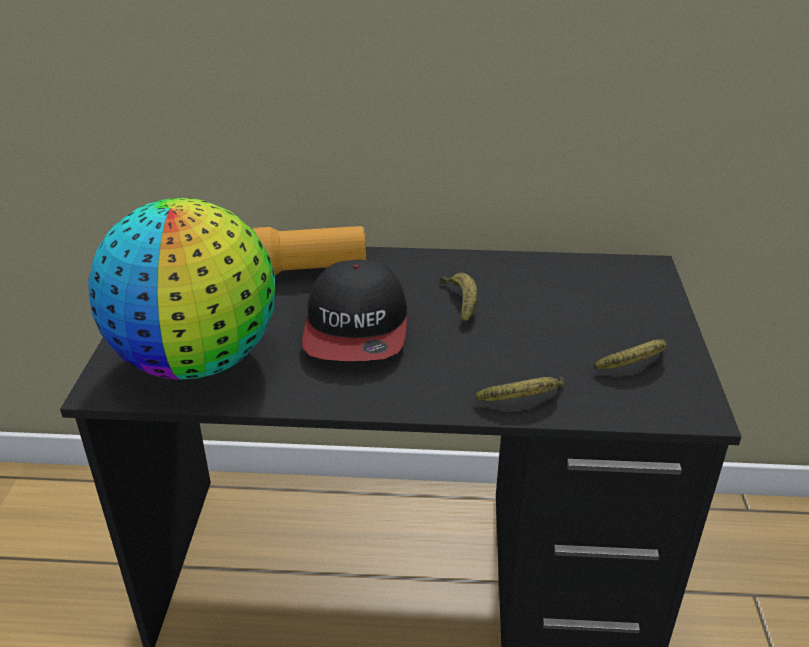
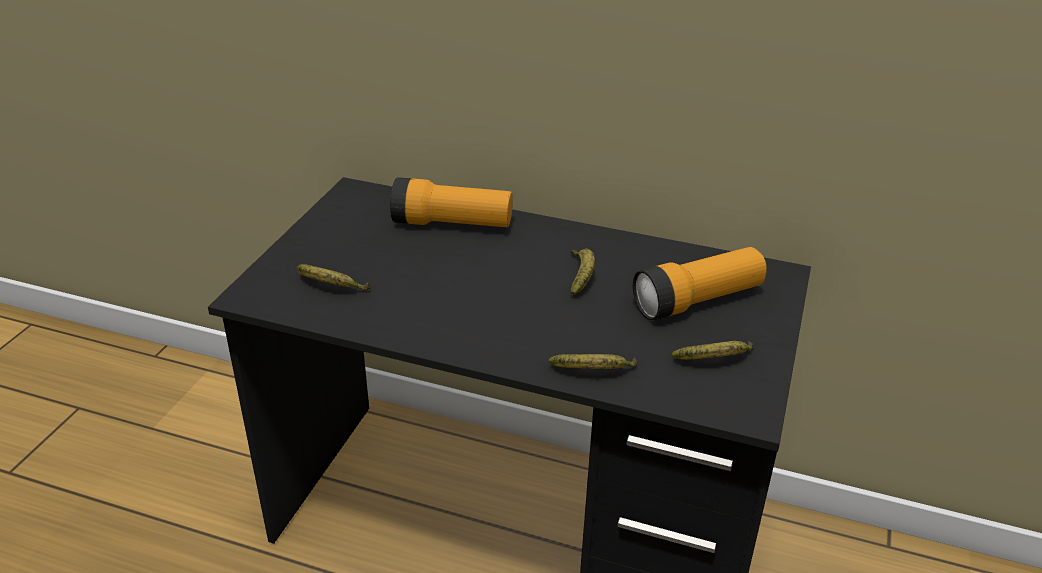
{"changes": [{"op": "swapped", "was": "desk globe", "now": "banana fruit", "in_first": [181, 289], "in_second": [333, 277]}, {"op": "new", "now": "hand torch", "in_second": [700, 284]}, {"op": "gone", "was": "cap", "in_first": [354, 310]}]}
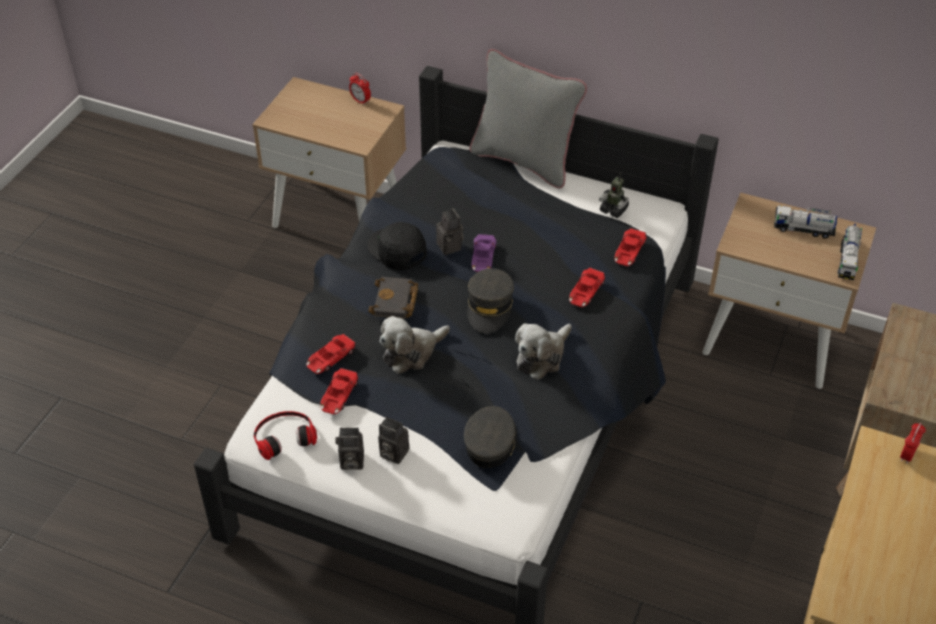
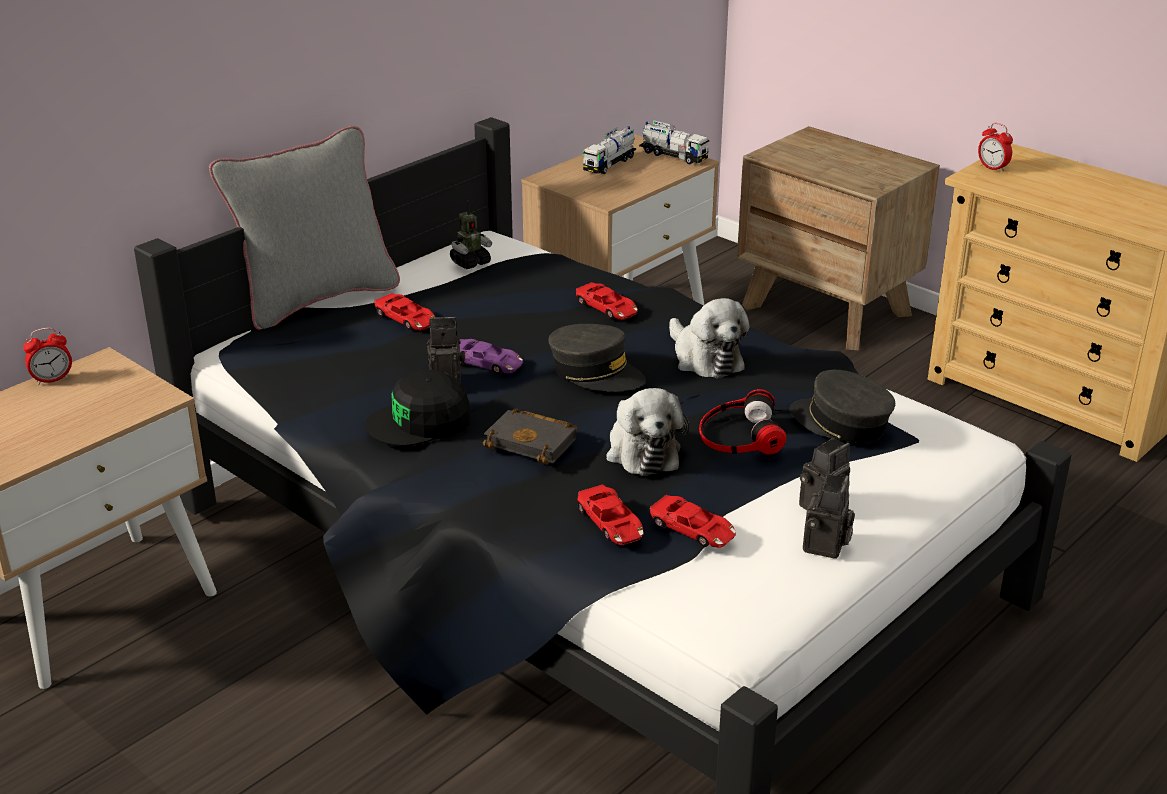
{"changes": [{"op": "shifted", "was": "red toy car", "in_first": [631, 247], "in_second": [405, 312]}, {"op": "shifted", "was": "headset", "in_first": [285, 435], "in_second": [742, 421]}]}
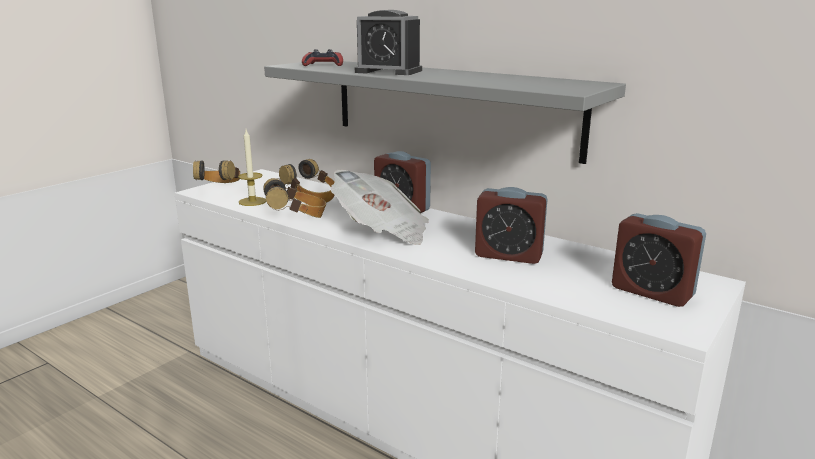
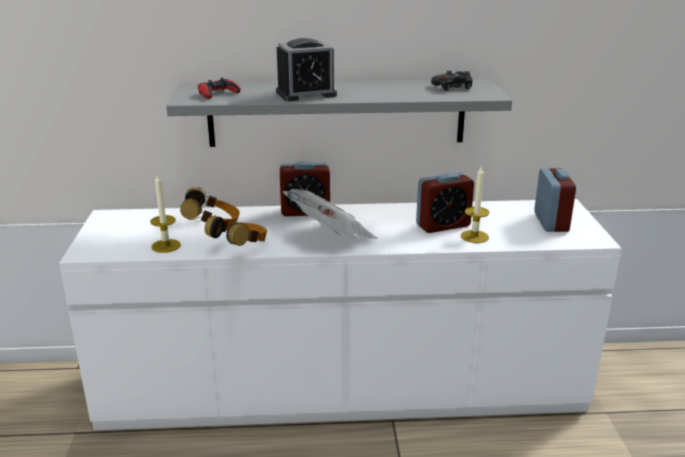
{"changes": [{"op": "new", "now": "blackish gamepad", "in_second": [451, 81]}, {"op": "new", "now": "wax candle", "in_second": [475, 205]}, {"op": "rotated", "was": "table clock", "in_first": [659, 260], "in_second": [555, 200], "clockwise": -90}, {"op": "gone", "was": "headset", "in_first": [217, 171]}]}
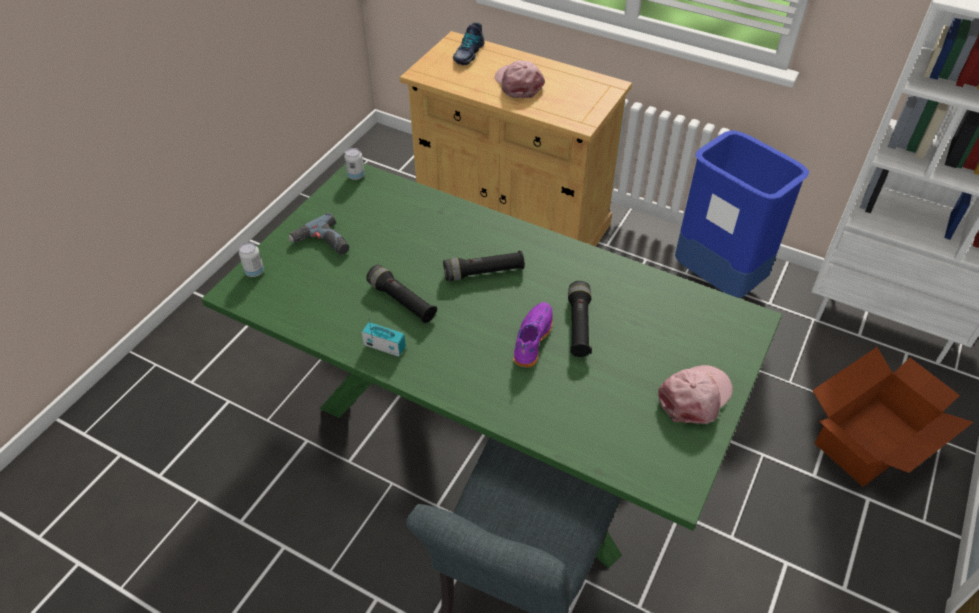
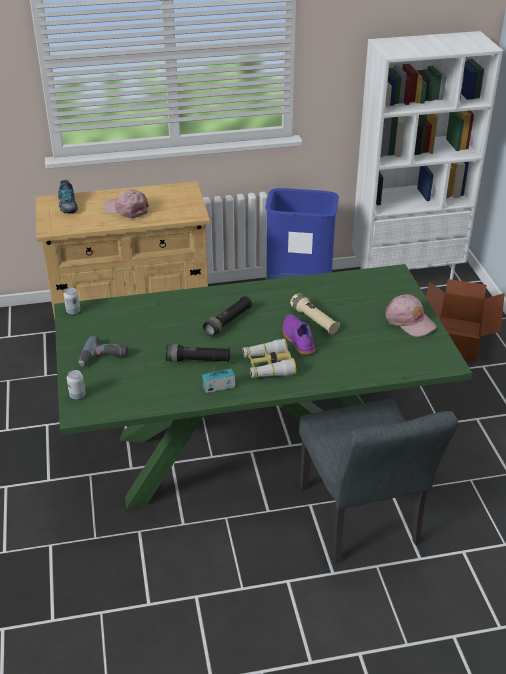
{"changes": [{"op": "new", "now": "field glasses", "in_second": [269, 358]}, {"op": "repainted", "was": "blackish hand torch", "now": "sand-coloured hand torch", "in_first": [580, 319], "in_second": [315, 313]}, {"op": "rotated", "was": "pink cap", "in_first": [695, 394], "in_second": [411, 315], "clockwise": 135}]}
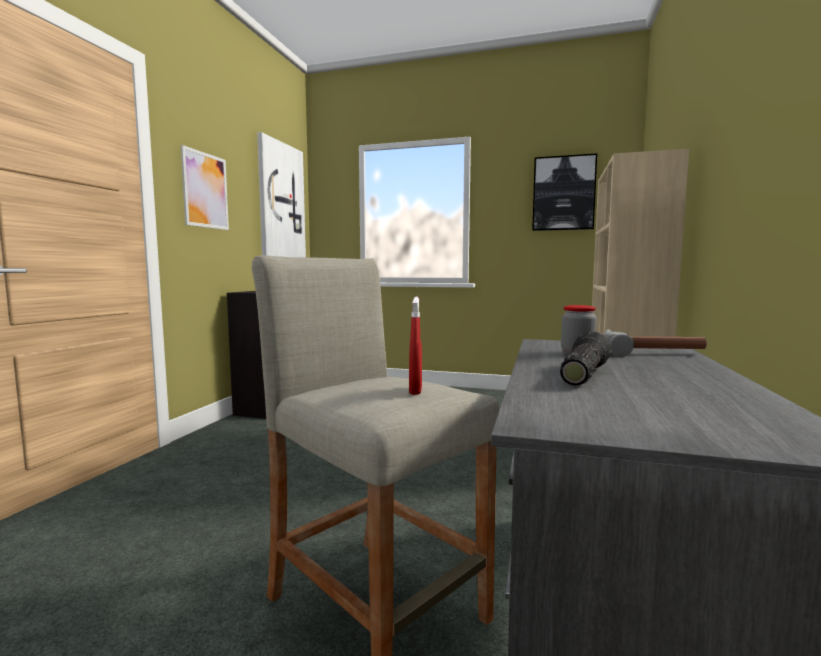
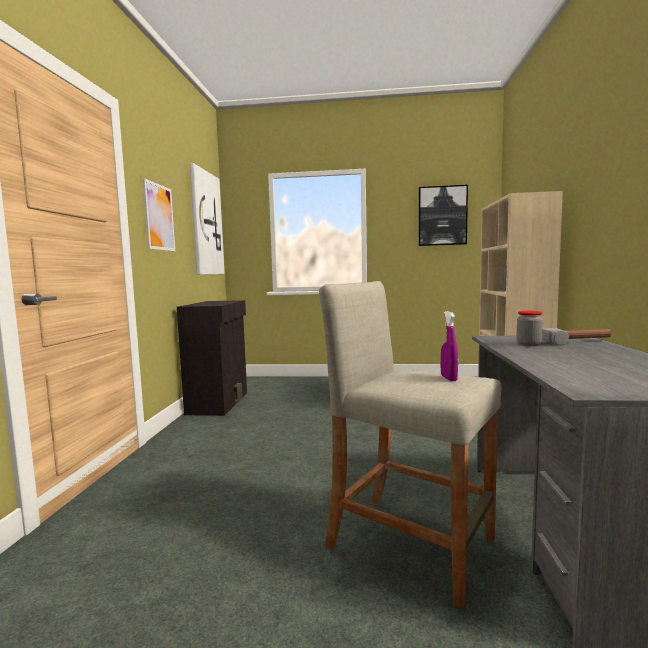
{"changes": [{"op": "repainted", "was": "red spray bottle", "now": "purple spray bottle", "in_first": [415, 346], "in_second": [449, 346]}, {"op": "gone", "was": "hand torch", "in_first": [585, 359]}]}
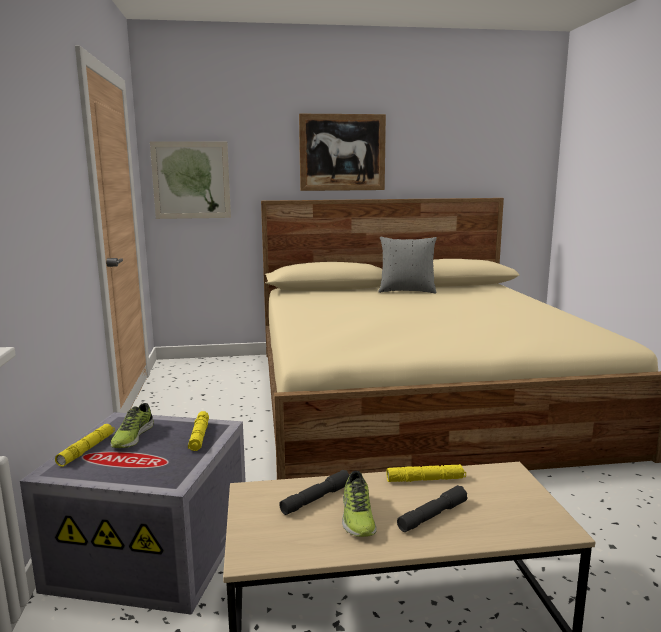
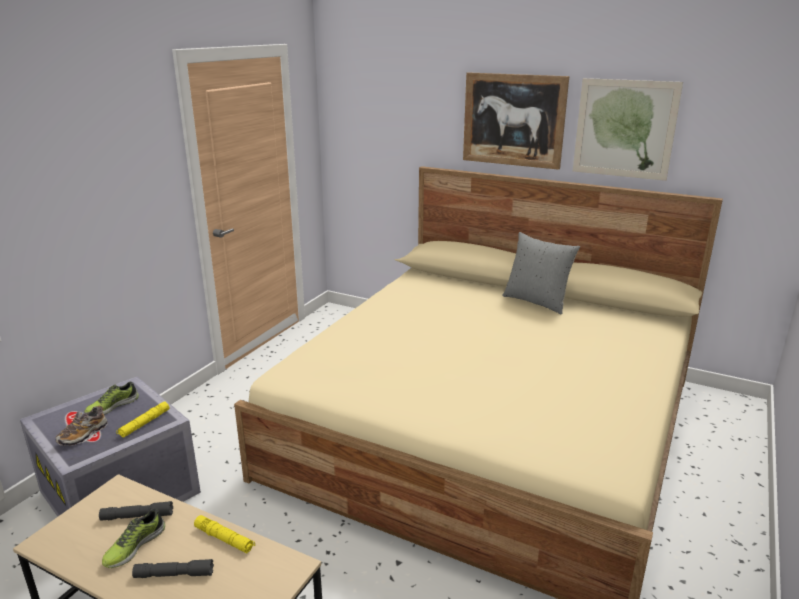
{"changes": [{"op": "new", "now": "item of footwear", "in_second": [81, 426]}, {"op": "shifted", "was": "picture", "in_first": [190, 180], "in_second": [628, 129]}, {"op": "gone", "was": "yellow-coloured hand torch", "in_first": [85, 445]}]}
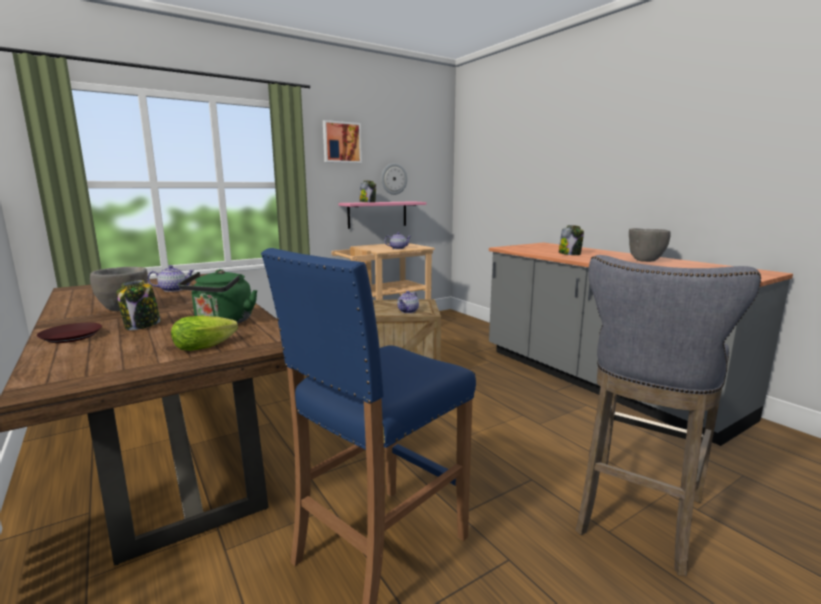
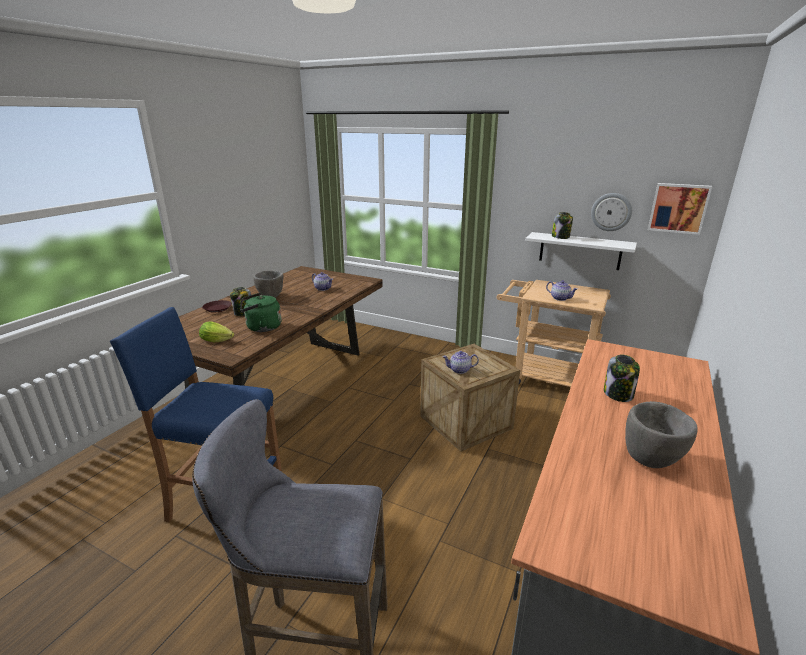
{"changes": [{"op": "repainted", "was": "pink wall shelf", "now": "whitish wall shelf", "in_first": [382, 215], "in_second": [581, 251]}, {"op": "shifted", "was": "picture", "in_first": [342, 141], "in_second": [680, 209]}]}
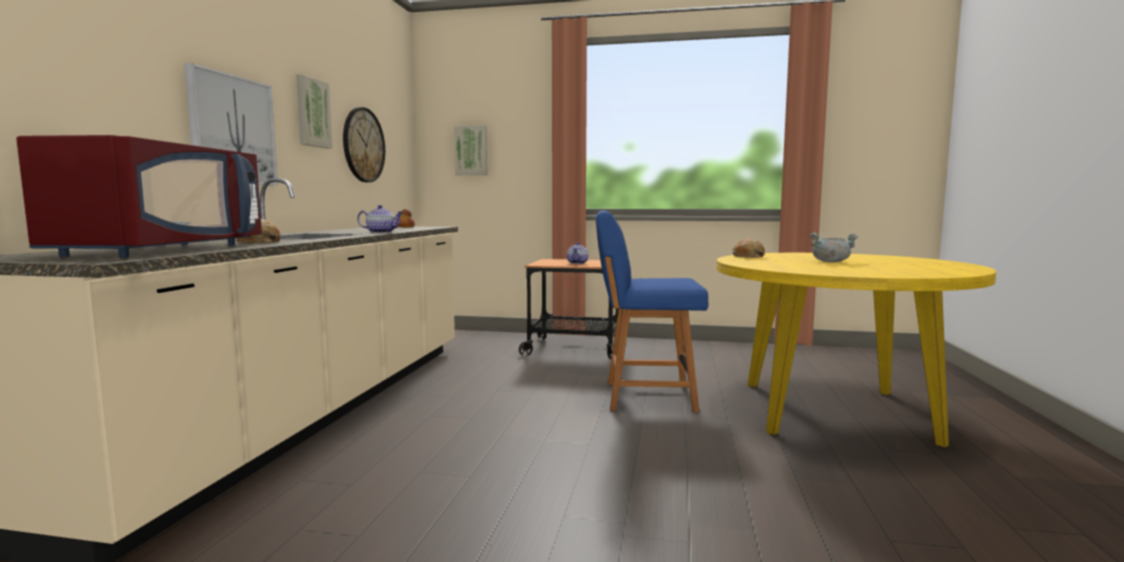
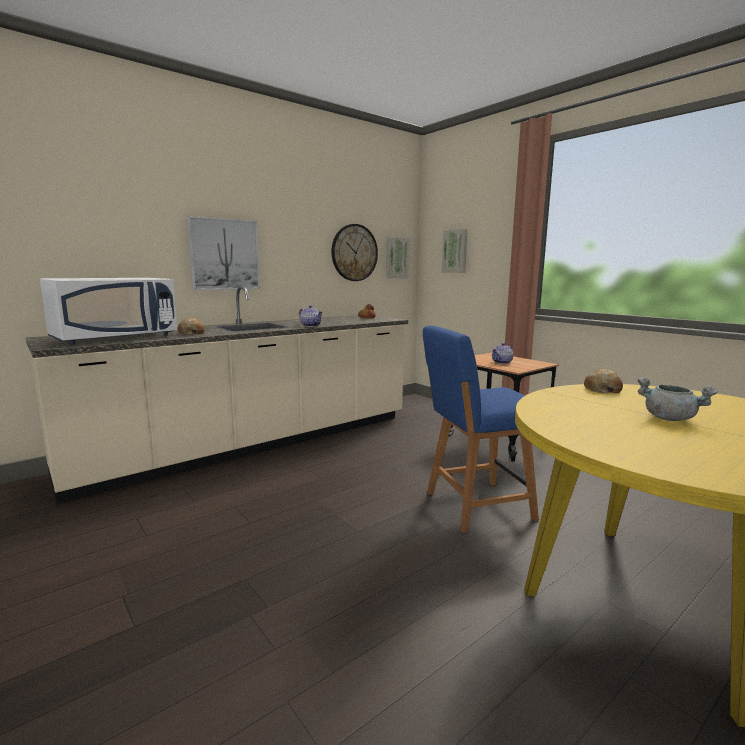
{"changes": [{"op": "repainted", "was": "red microwave oven", "now": "whitish microwave oven", "in_first": [139, 196], "in_second": [108, 311]}, {"op": "shifted", "was": "picture", "in_first": [314, 111], "in_second": [397, 258]}, {"op": "rotated", "was": "blue-coloured chair", "in_first": [652, 311], "in_second": [481, 429], "clockwise": -60}]}
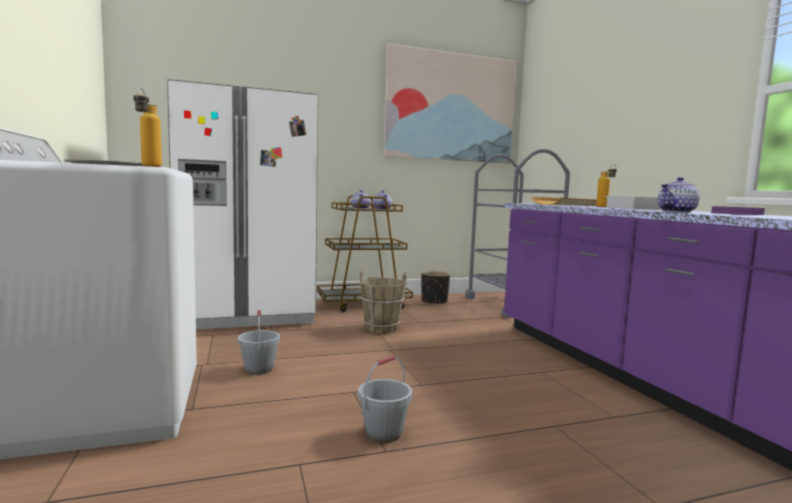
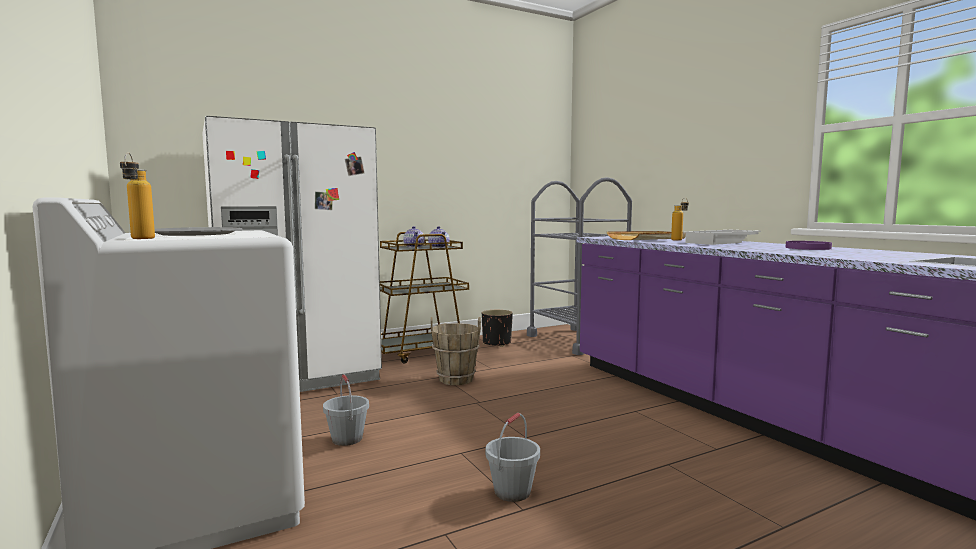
{"changes": [{"op": "shifted", "was": "drink bottle", "in_first": [147, 127], "in_second": [137, 196]}, {"op": "gone", "was": "picture", "in_first": [450, 103]}, {"op": "gone", "was": "pot for tea", "in_first": [679, 195]}]}
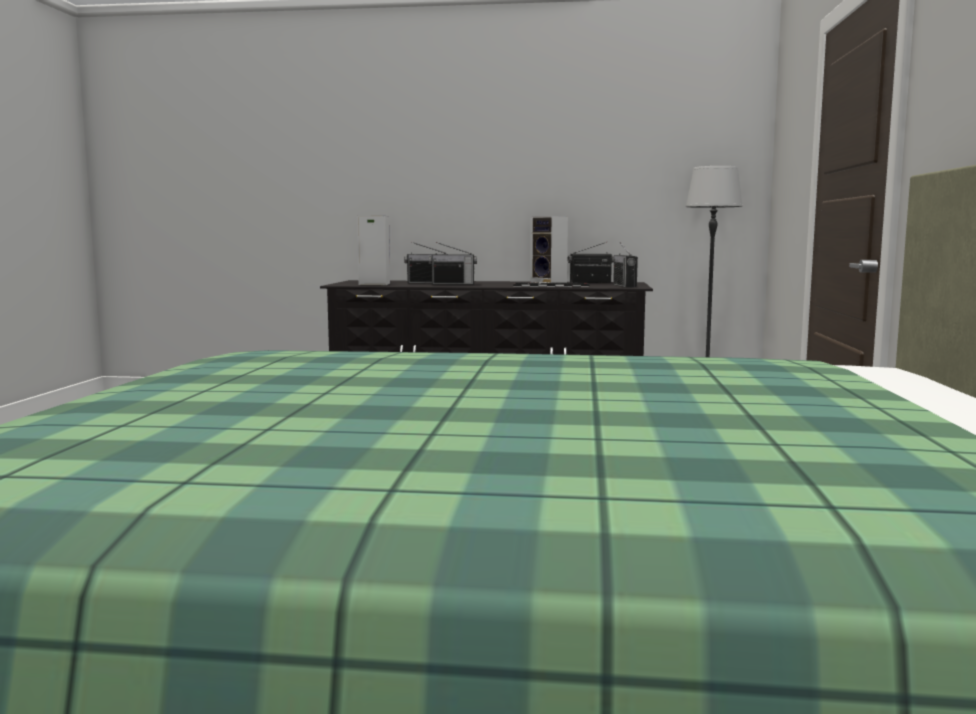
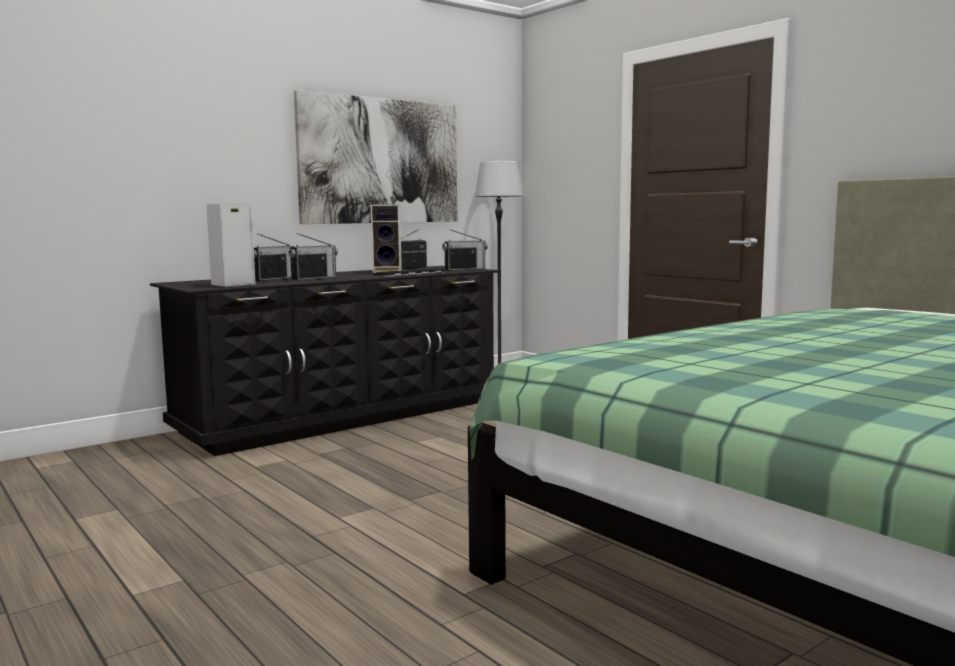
{"changes": [{"op": "new", "now": "picture", "in_second": [376, 157]}, {"op": "rotated", "was": "radio", "in_first": [625, 265], "in_second": [465, 250], "clockwise": -60}]}
